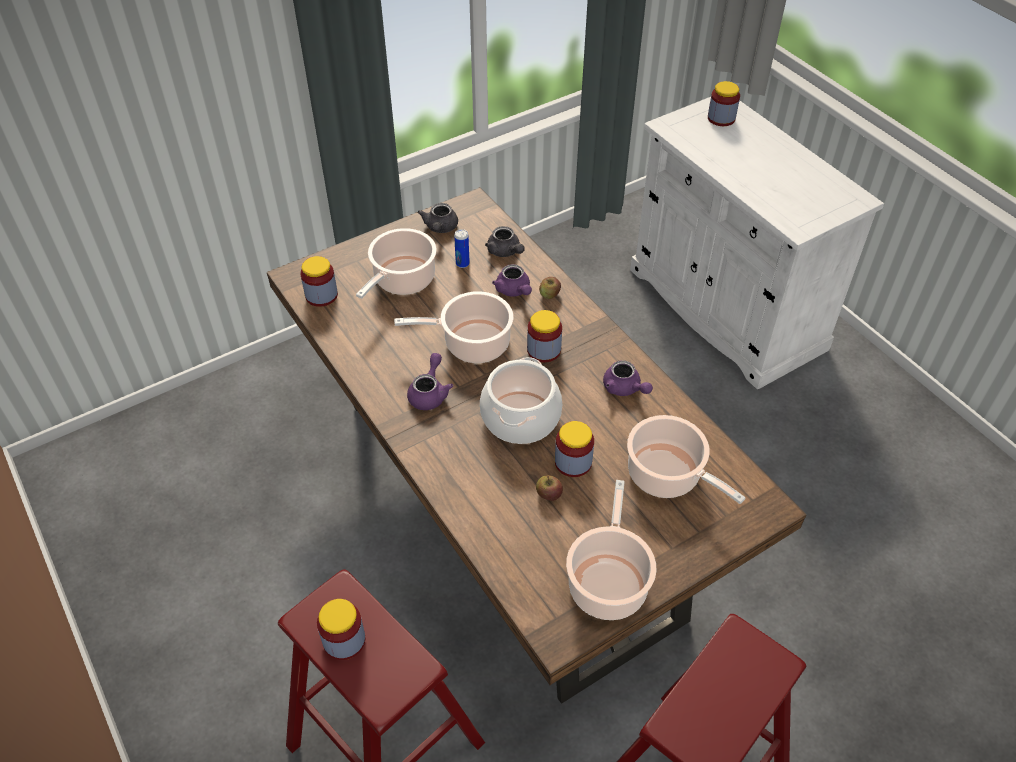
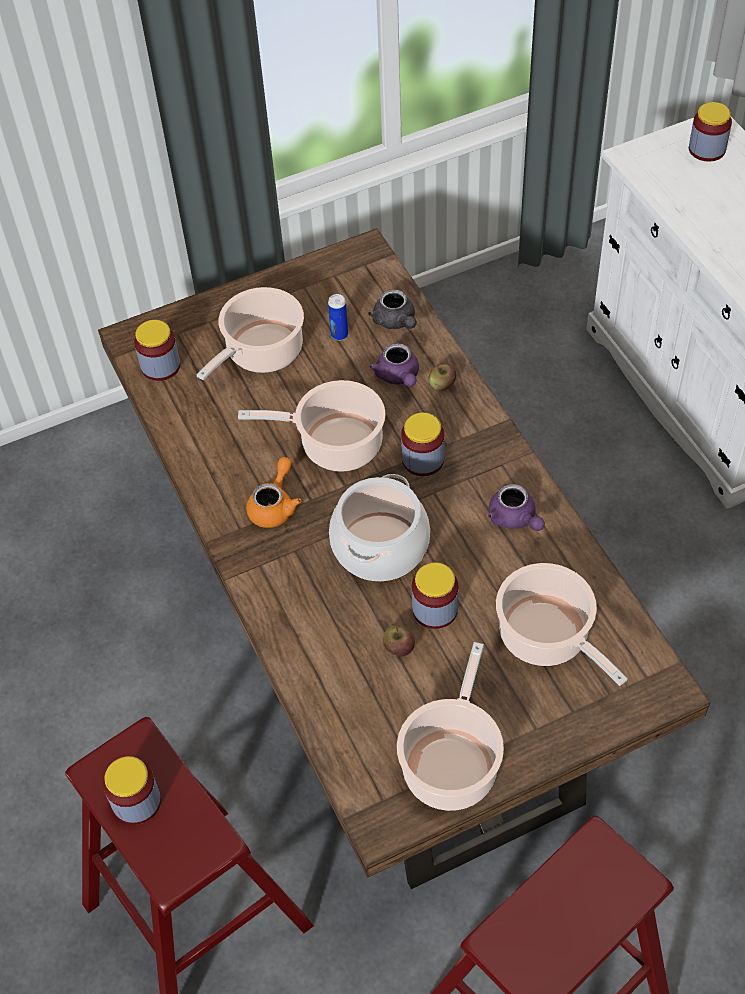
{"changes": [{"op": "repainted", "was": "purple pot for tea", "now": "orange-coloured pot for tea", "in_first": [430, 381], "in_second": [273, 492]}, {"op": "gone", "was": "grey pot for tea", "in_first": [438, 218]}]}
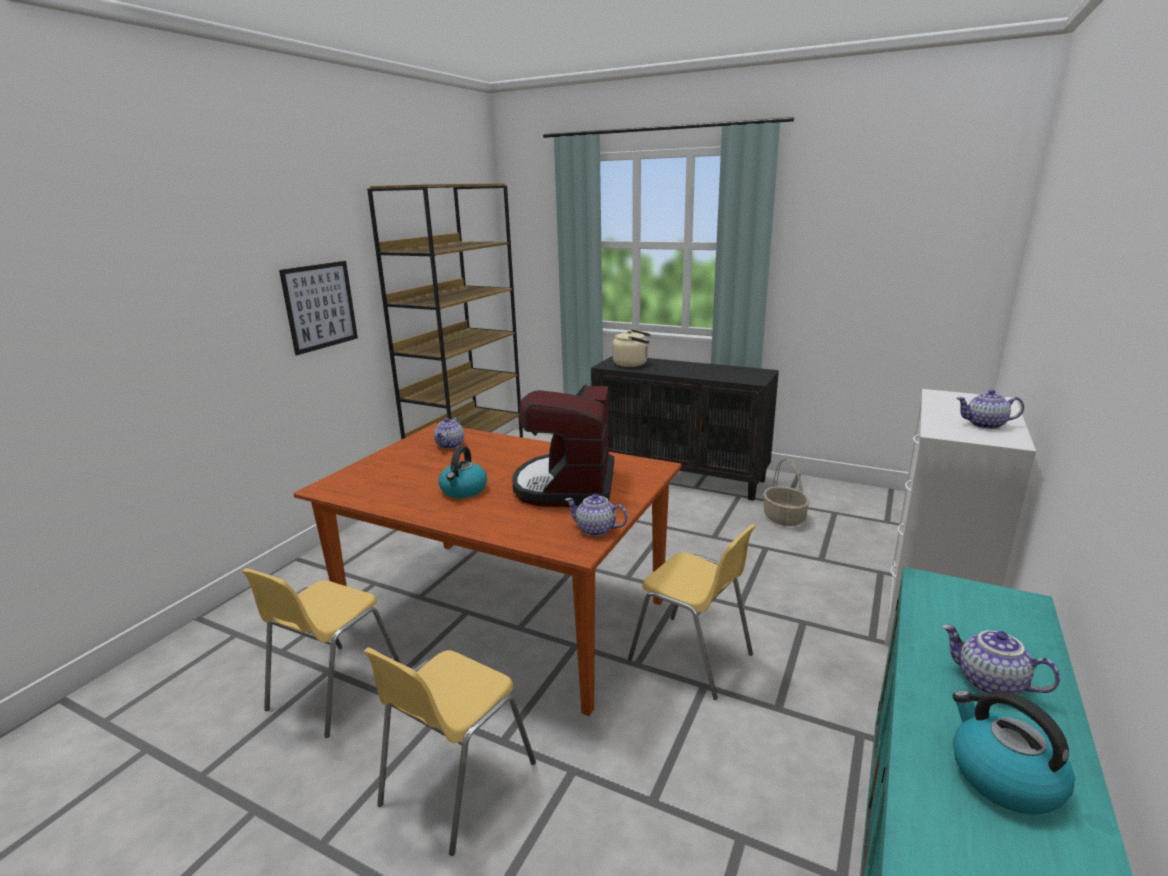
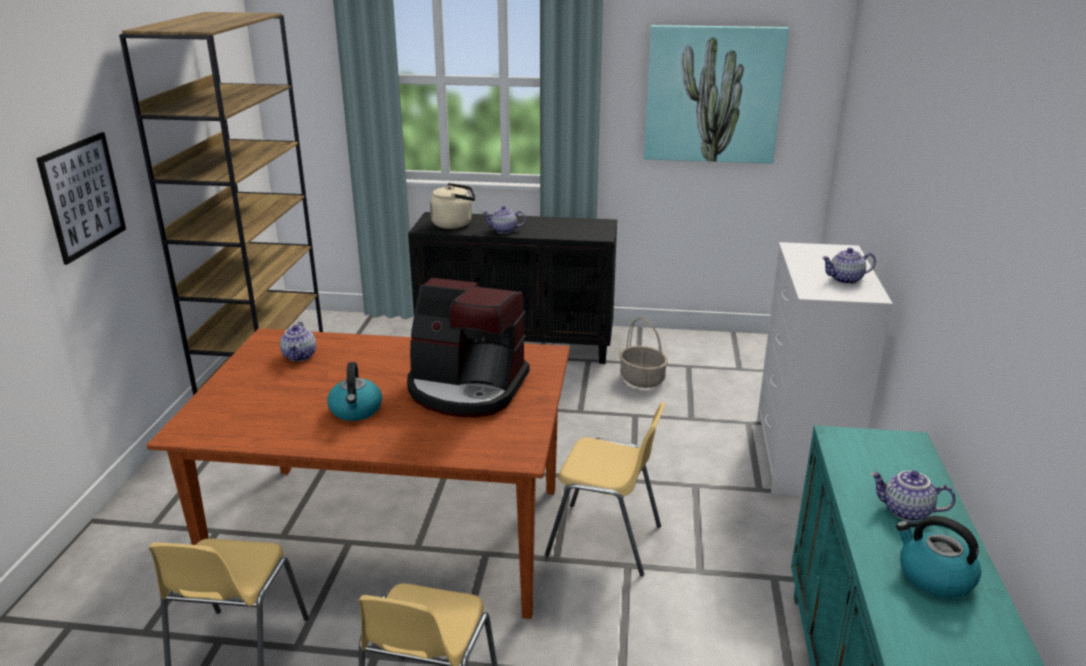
{"changes": [{"op": "rotated", "was": "coffee machine", "in_first": [563, 445], "in_second": [468, 348], "clockwise": -60}, {"op": "shifted", "was": "pot for tea", "in_first": [596, 515], "in_second": [504, 220]}, {"op": "new", "now": "picture", "in_second": [716, 94]}]}
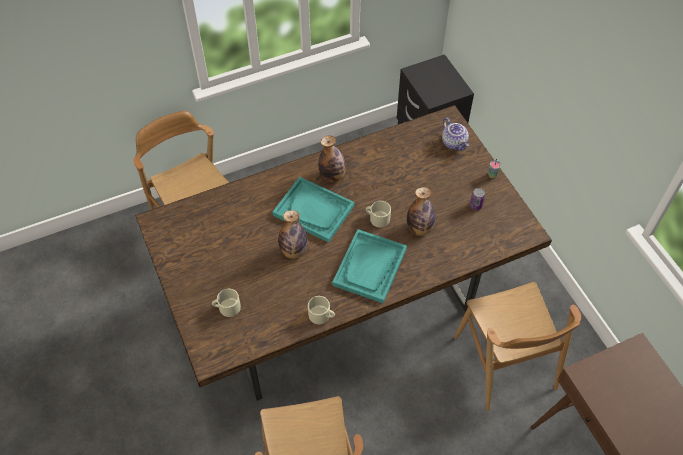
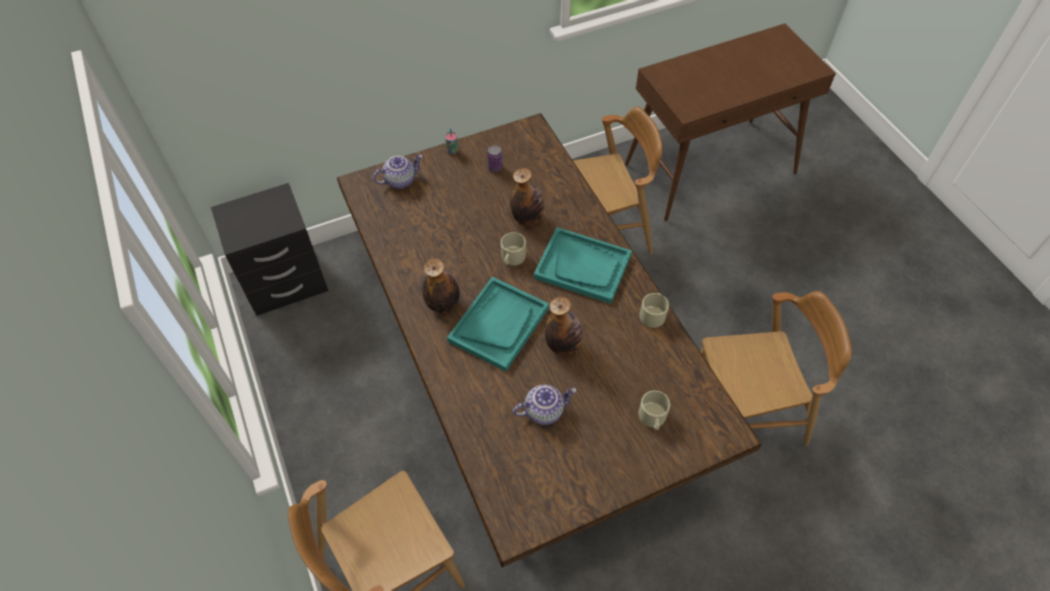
{"changes": [{"op": "new", "now": "pot for tea", "in_second": [545, 405]}]}
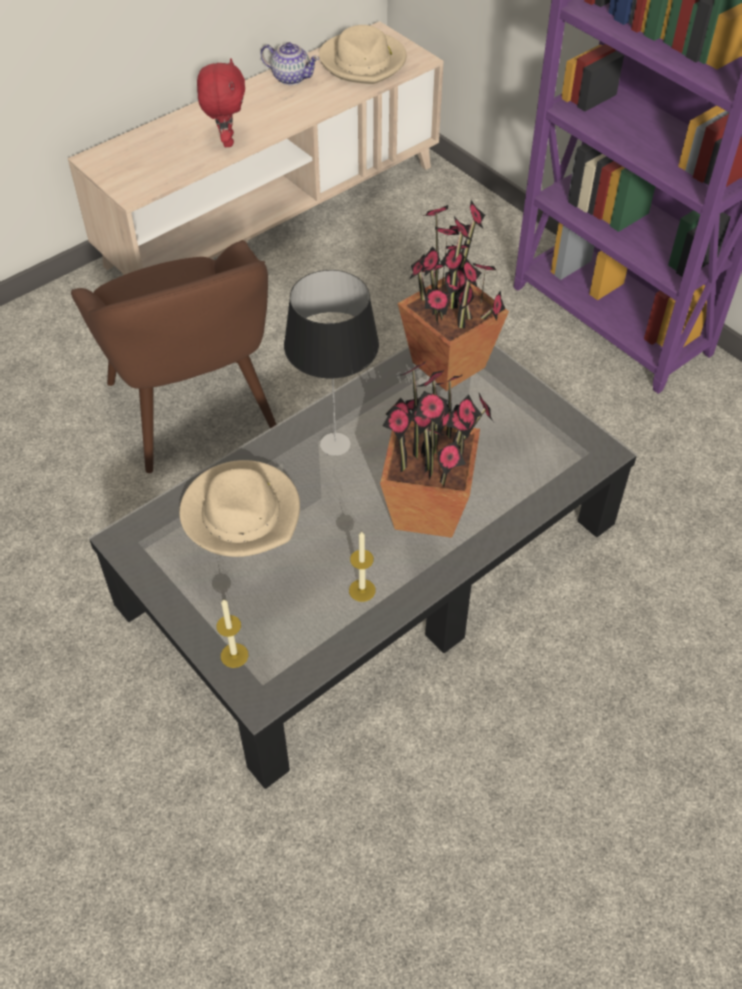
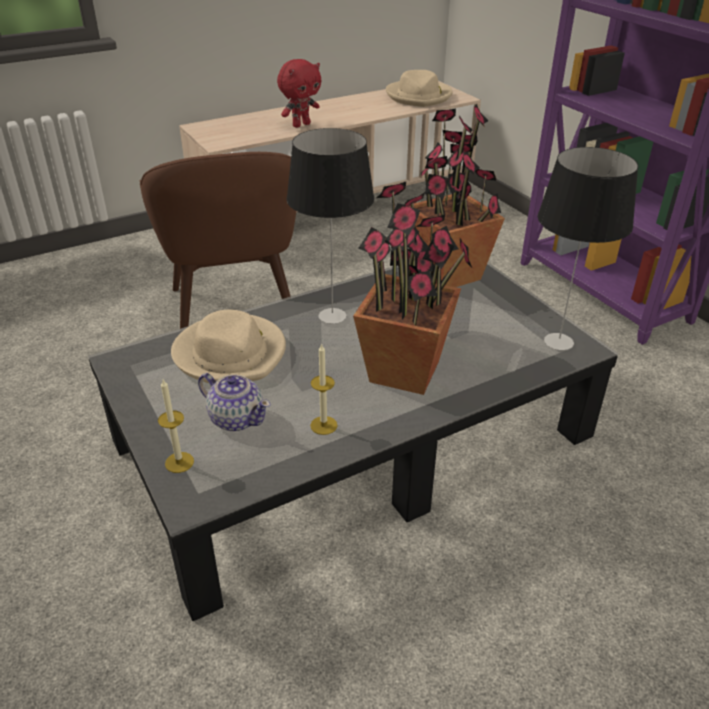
{"changes": [{"op": "shifted", "was": "pot for tea", "in_first": [290, 63], "in_second": [234, 402]}, {"op": "rotated", "was": "red soft toy", "in_first": [221, 102], "in_second": [299, 93], "clockwise": 45}, {"op": "new", "now": "lamp for a table", "in_second": [588, 248]}]}
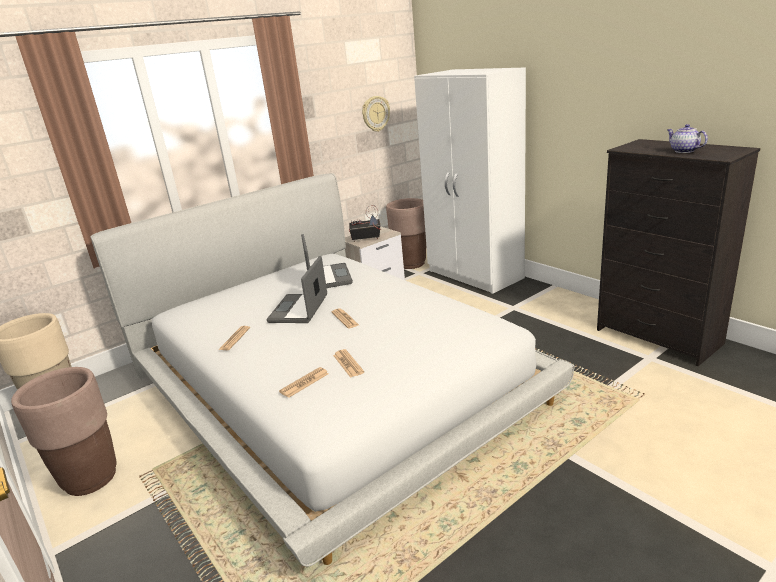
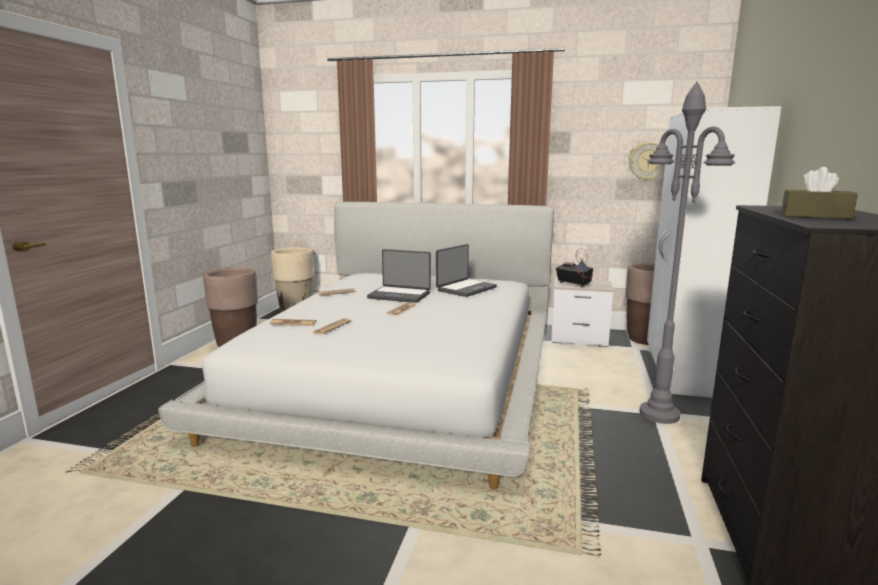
{"changes": [{"op": "rotated", "was": "notebook computer", "in_first": [297, 289], "in_second": [399, 276], "clockwise": -135}, {"op": "new", "now": "grey standard lamp", "in_second": [687, 253]}, {"op": "swapped", "was": "pot for tea", "now": "brownish box of tissues", "in_first": [687, 138], "in_second": [819, 193]}]}
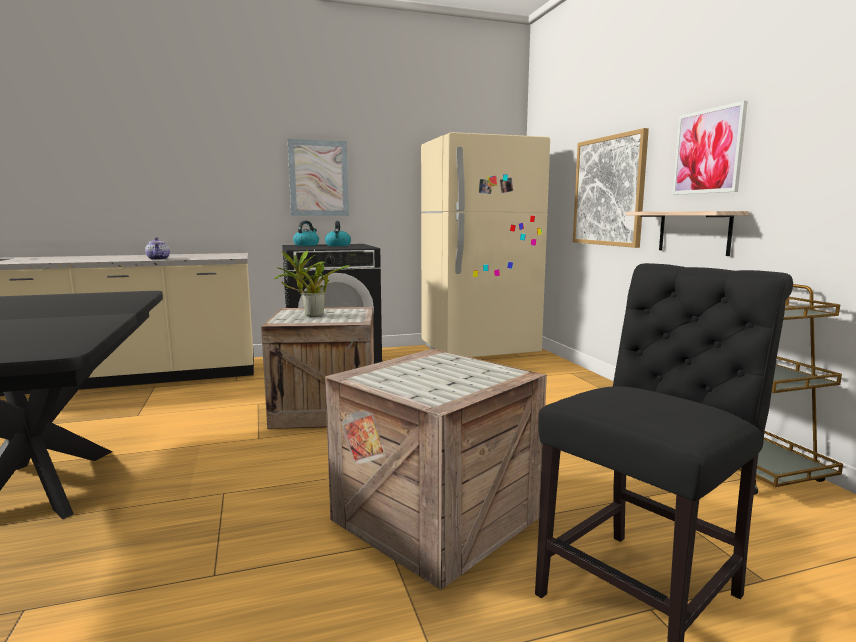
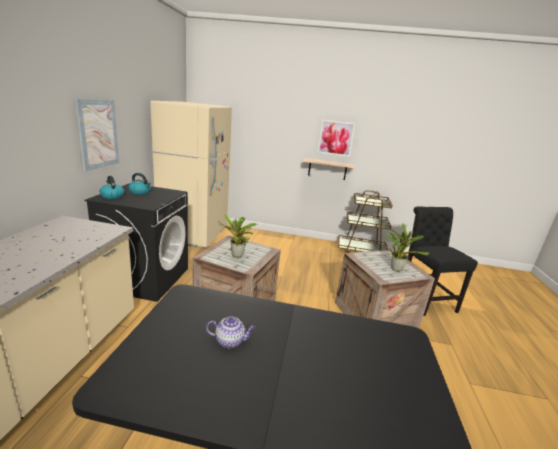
{"changes": [{"op": "shifted", "was": "pot for tea", "in_first": [157, 249], "in_second": [230, 332]}, {"op": "new", "now": "plant in a pot", "in_second": [407, 247]}, {"op": "gone", "was": "picture", "in_first": [611, 188]}]}
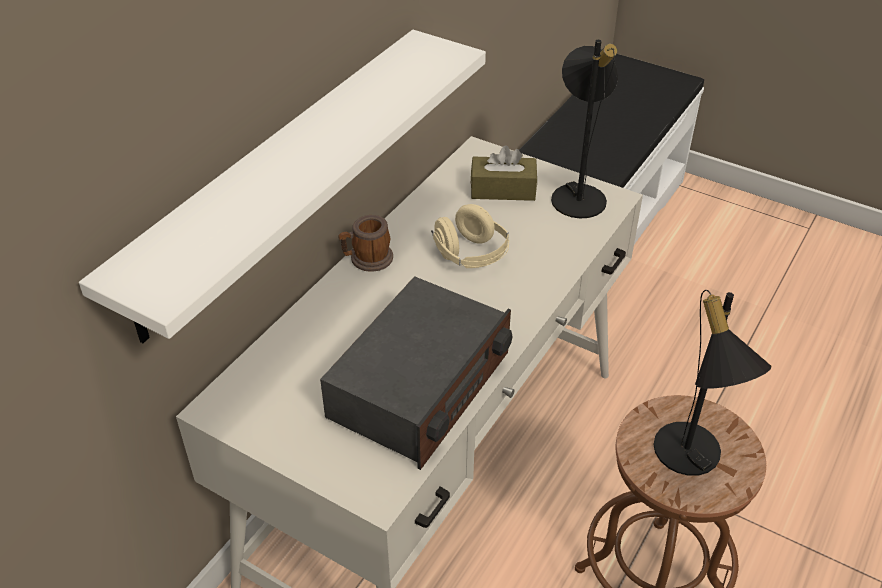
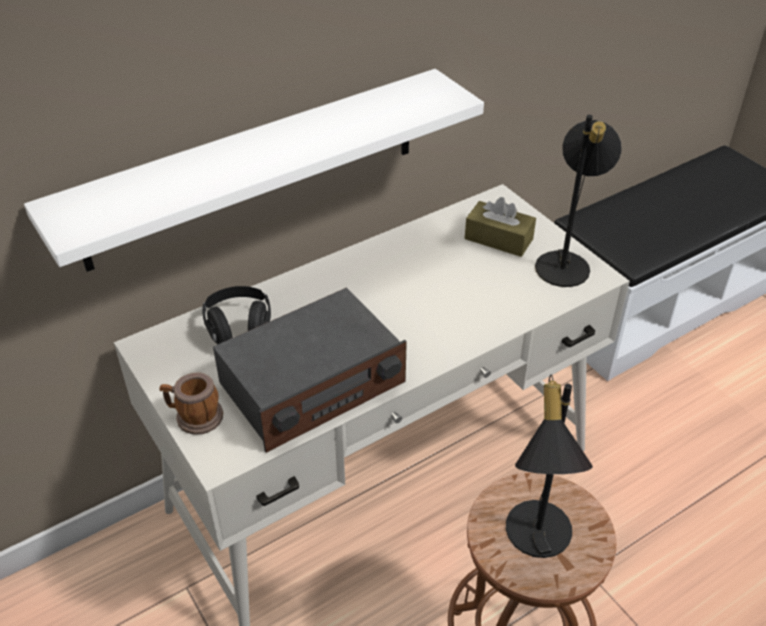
{"changes": [{"op": "shifted", "was": "coffee mug", "in_first": [365, 243], "in_second": [191, 404]}, {"op": "new", "now": "blackish headset", "in_second": [236, 315]}, {"op": "gone", "was": "sand-coloured headset", "in_first": [470, 236]}]}
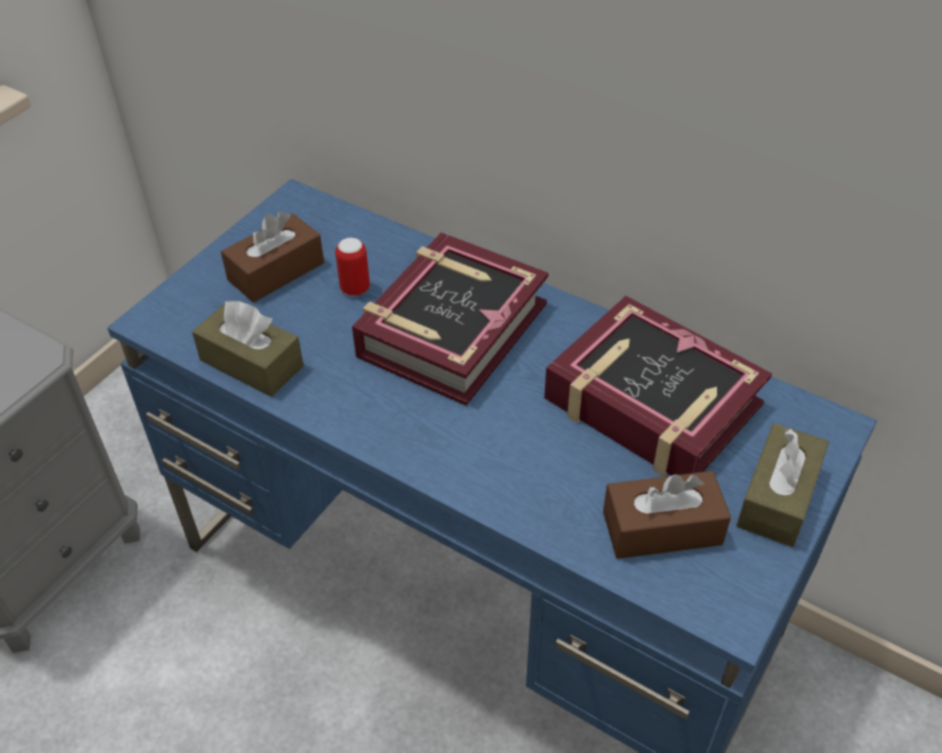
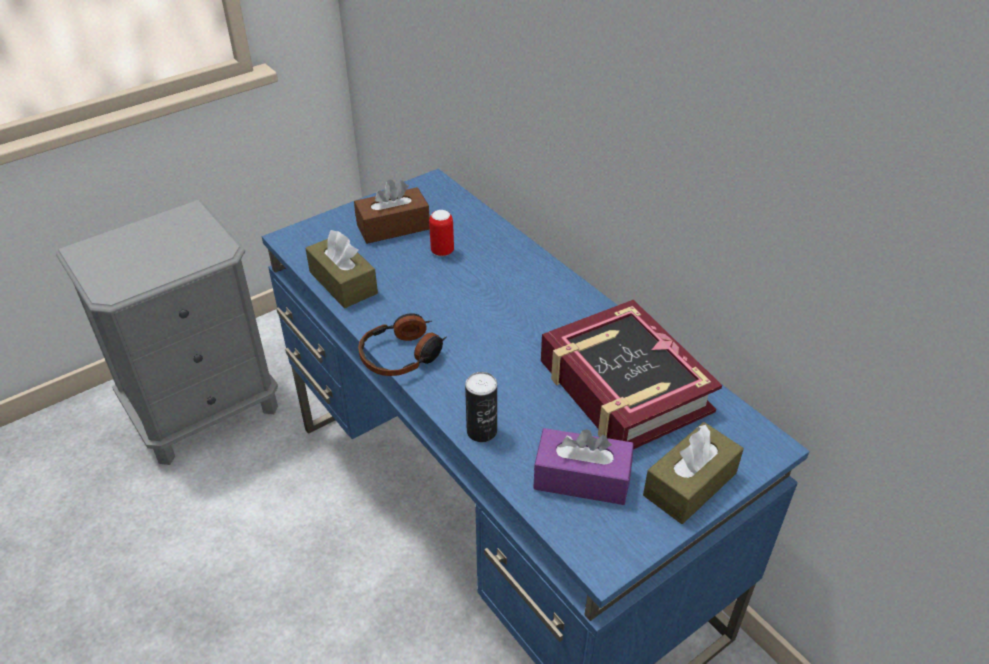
{"changes": [{"op": "new", "now": "headset", "in_second": [402, 344]}, {"op": "new", "now": "can", "in_second": [481, 407]}, {"op": "repainted", "was": "brownish box of tissues", "now": "purple box of tissues", "in_first": [667, 515], "in_second": [583, 466]}, {"op": "gone", "was": "bound book", "in_first": [450, 319]}]}
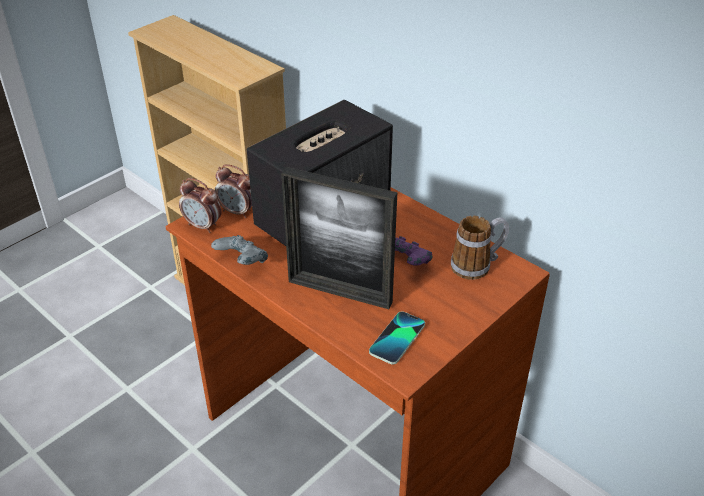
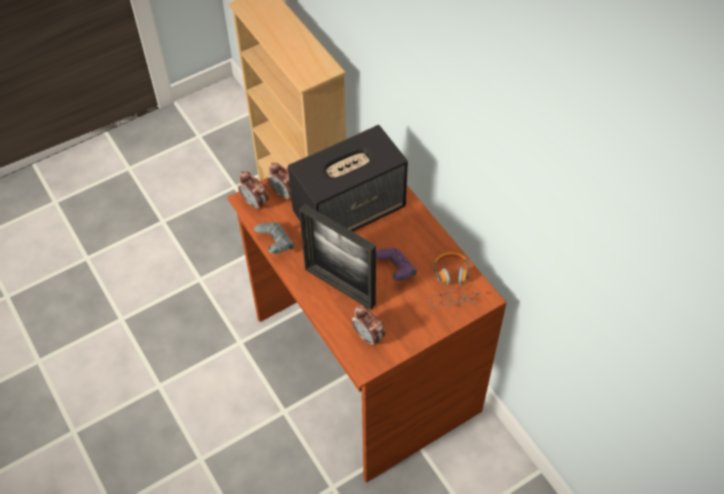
{"changes": [{"op": "swapped", "was": "handset", "now": "table clock", "in_first": [397, 338], "in_second": [368, 326]}, {"op": "swapped", "was": "coffee mug", "now": "headset", "in_first": [480, 248], "in_second": [456, 280]}]}
